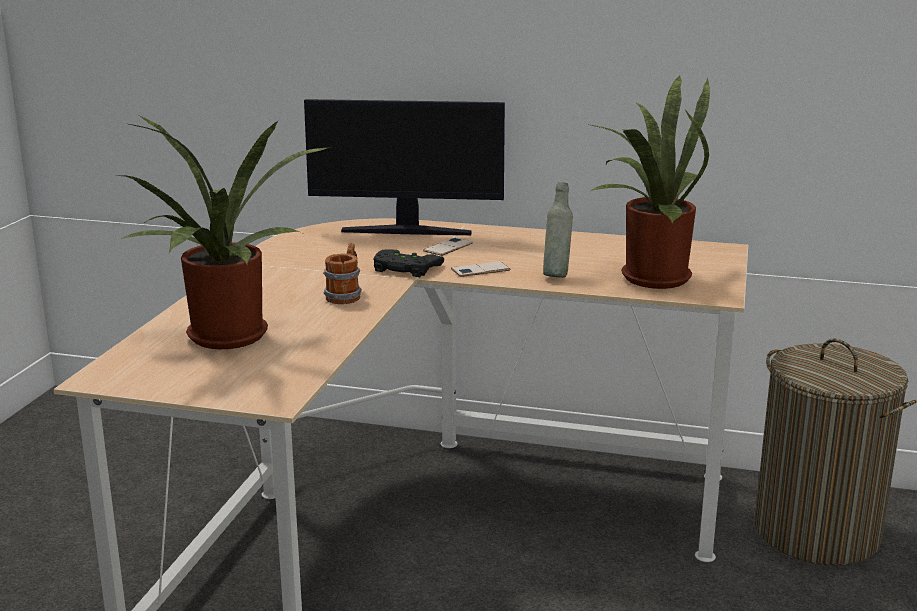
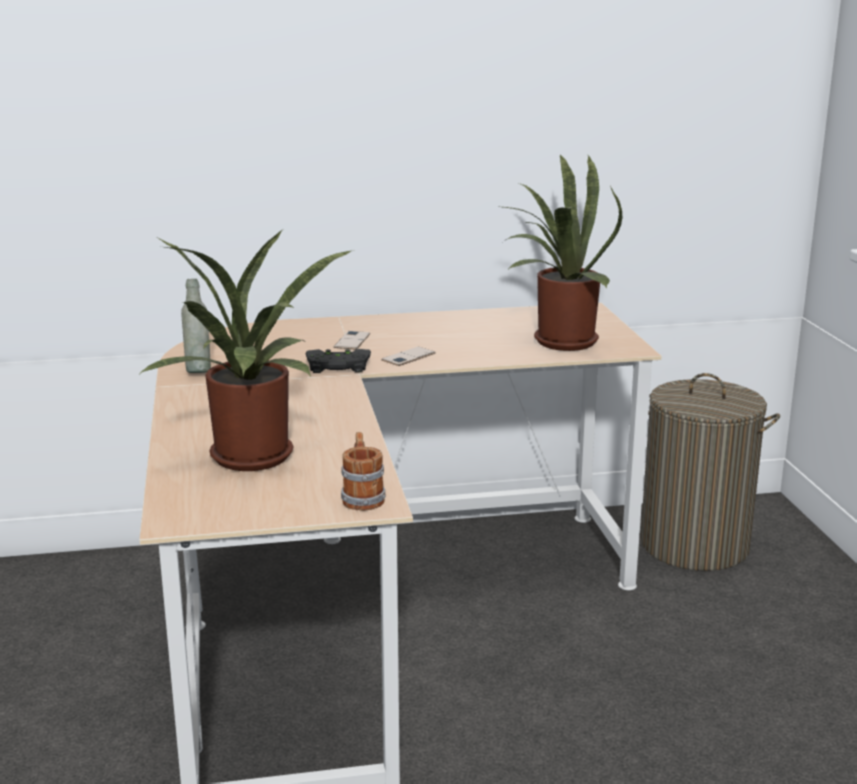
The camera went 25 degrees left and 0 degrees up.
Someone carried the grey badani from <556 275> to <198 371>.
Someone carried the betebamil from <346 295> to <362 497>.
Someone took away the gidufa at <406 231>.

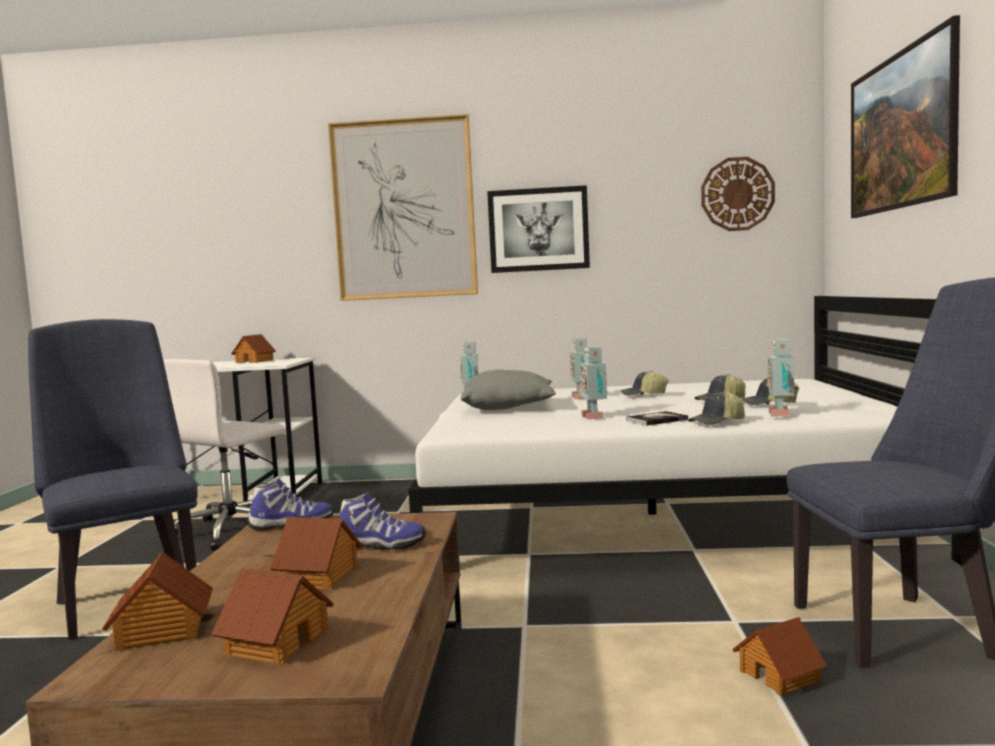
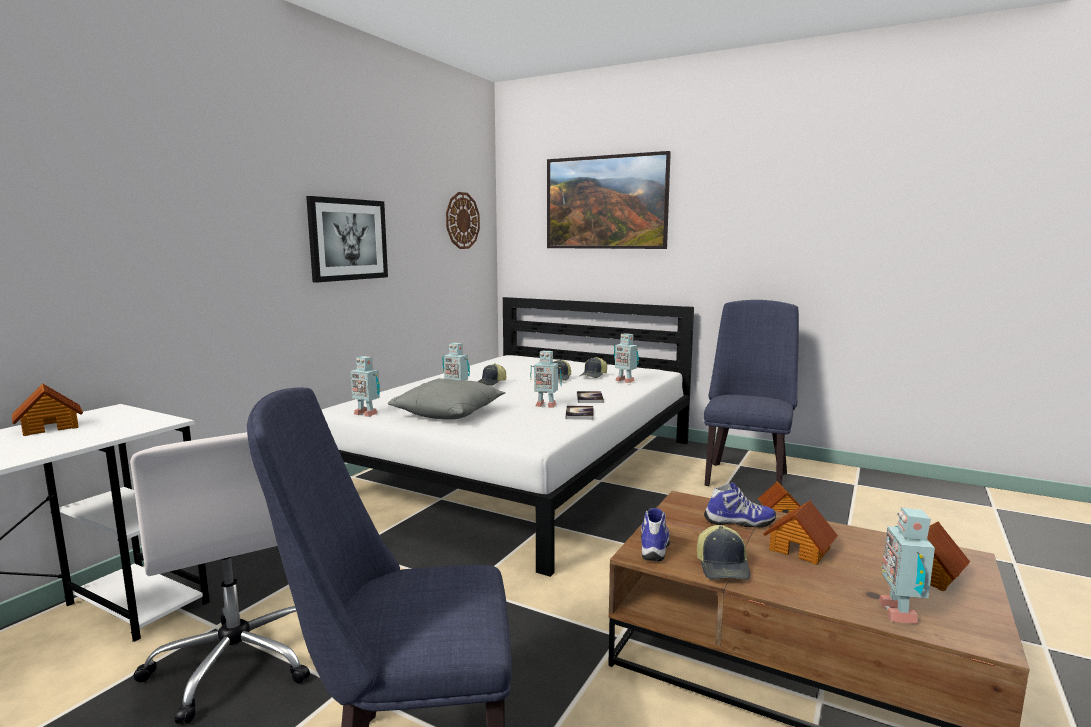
The camera went 65 degrees left and 5 degrees up.
Someone put down the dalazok at <579 414>.
Someone carried the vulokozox from <717 422> to <723 566>.
Someone rotated the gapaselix at <380 545> by 60 degrees clockwise.
Someone swapped the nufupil at <161 631> for the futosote at <901 612>.
Someone took away the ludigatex at <404 209>.

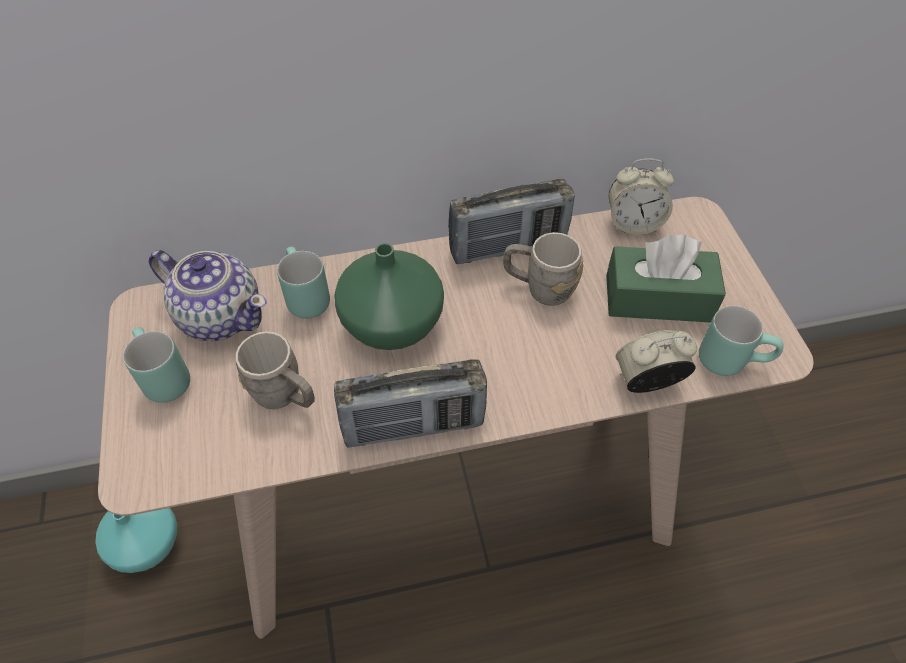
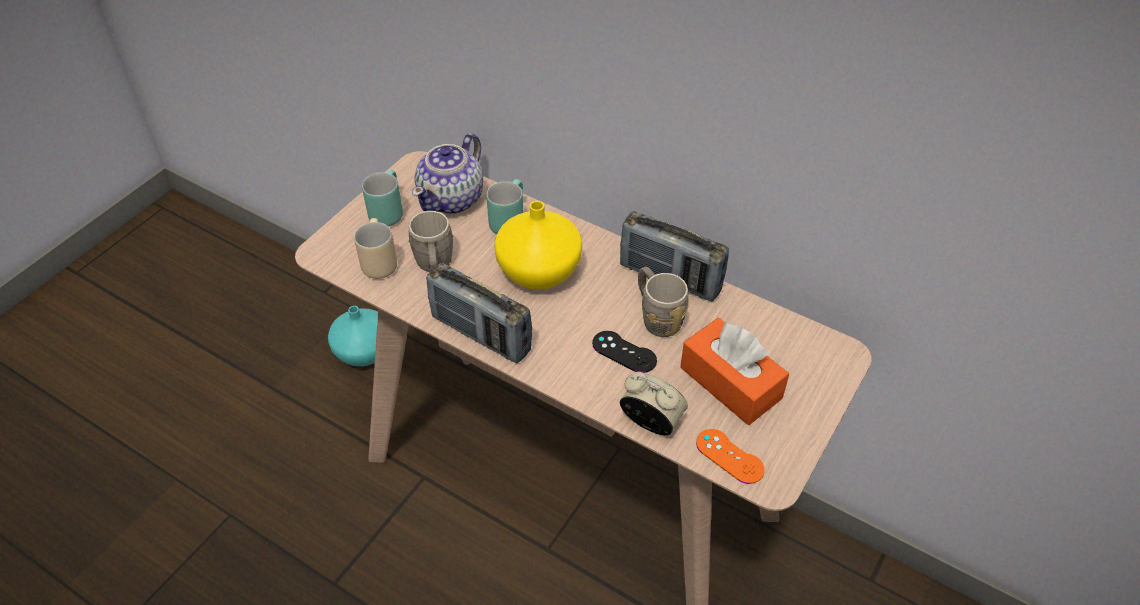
The camera went 45 degrees right and 5 degrees down.
Someone put down the beige betebamil at <376 261>.
Someone rotated the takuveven at <220 315> by 45 degrees clockwise.
Someone repainted the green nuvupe at <390 322>, which became the yellow nuvupe at <539 270>.
Someone put down the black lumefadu at <624 352>.
Someone repainted the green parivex at <658 298>, which became the orange parivex at <730 383>.
Someone swapped the turquoise betebamil at <732 359> for the orange lumefadu at <729 456>.
Someone took away the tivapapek at <633 224>.

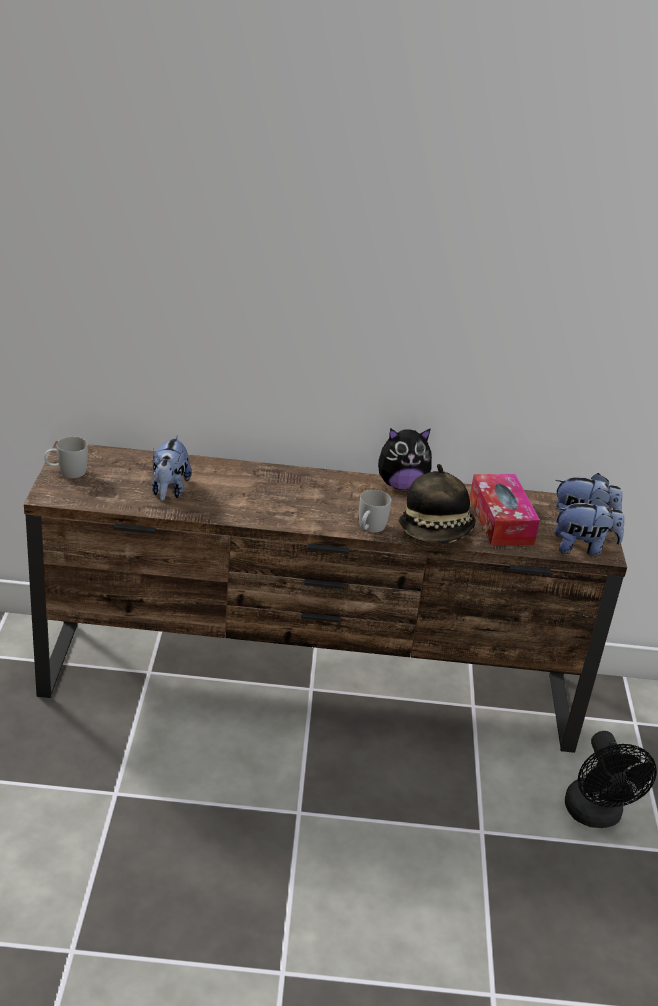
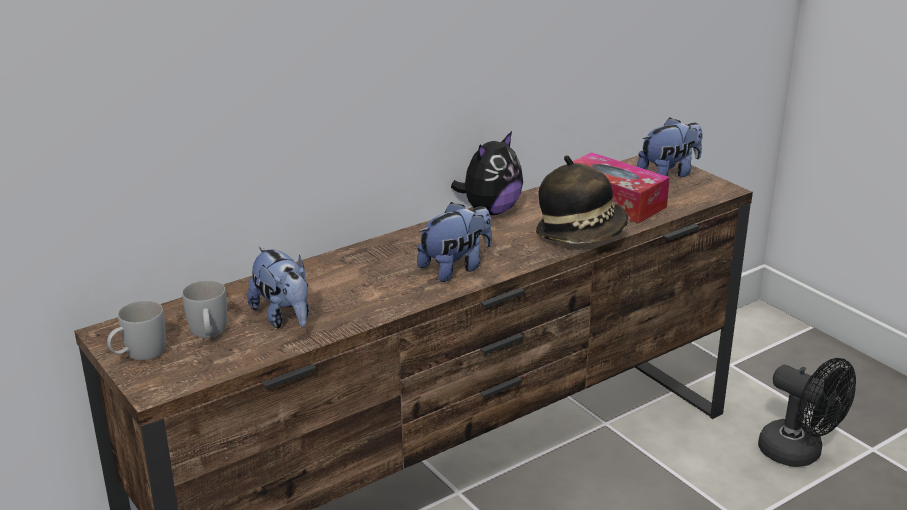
The camera went 35 degrees left and 5 degrees down.
Someone carried the white betebamil from <369 528> to <208 333>.
Someone carried the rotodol from <583 548> to <456 268>.

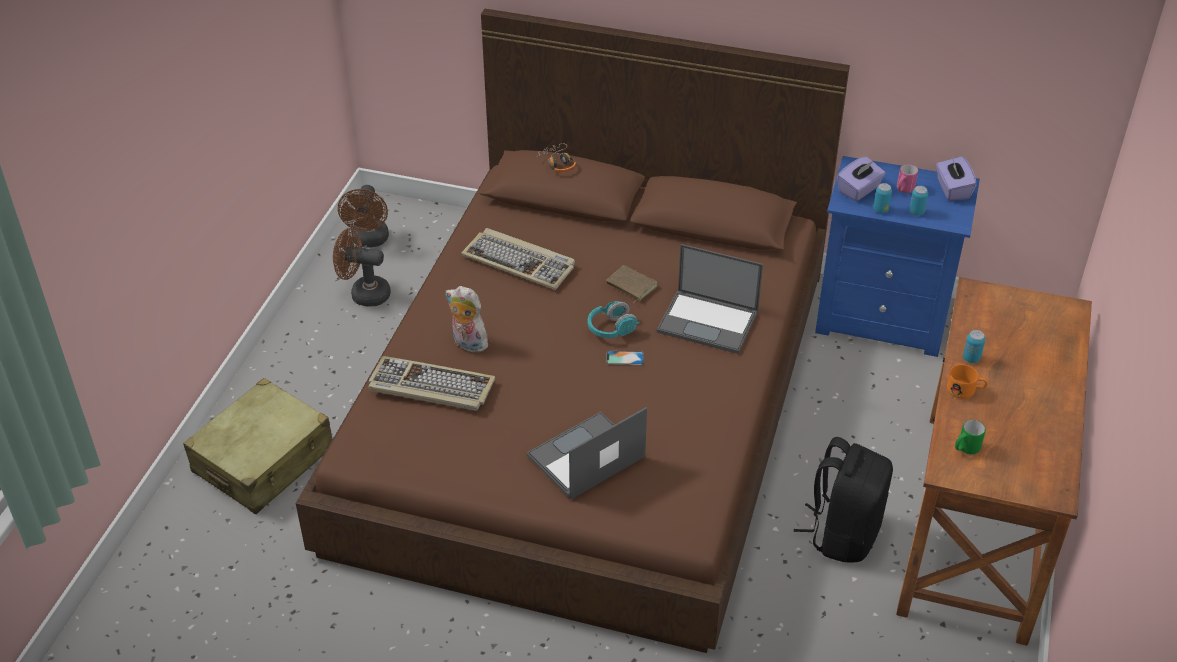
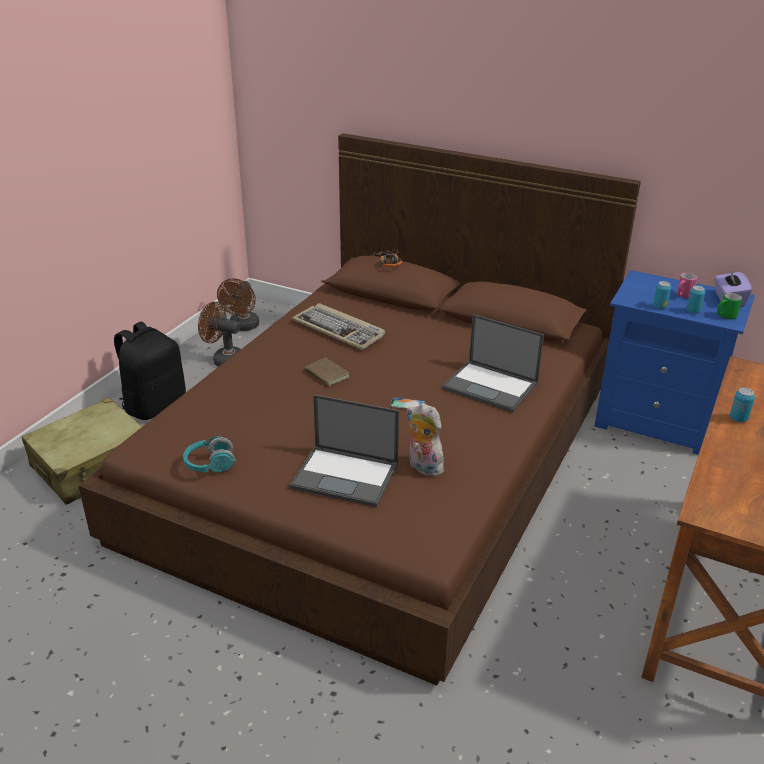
The camera went 10 degrees right and 10 degrees down.
Someone carried the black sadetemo from <843 533> to <154 405>.
Someone carried the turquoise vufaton from <611 329> to <210 465>.
Someone rotated the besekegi at <585 457> by 135 degrees counterclockwise.
Someone carried the brown dalazok from <630 286> to <325 375>.
Someone carried the rotodol from <467 343> to <422 467>.
Someone carried the green betebamil from <965 449> to <725 316>.
Someone took away the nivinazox at <430 387>.
Someone took away the purple parivex at <859 190>.
Someone took away the orange betebamil at <965 390>.

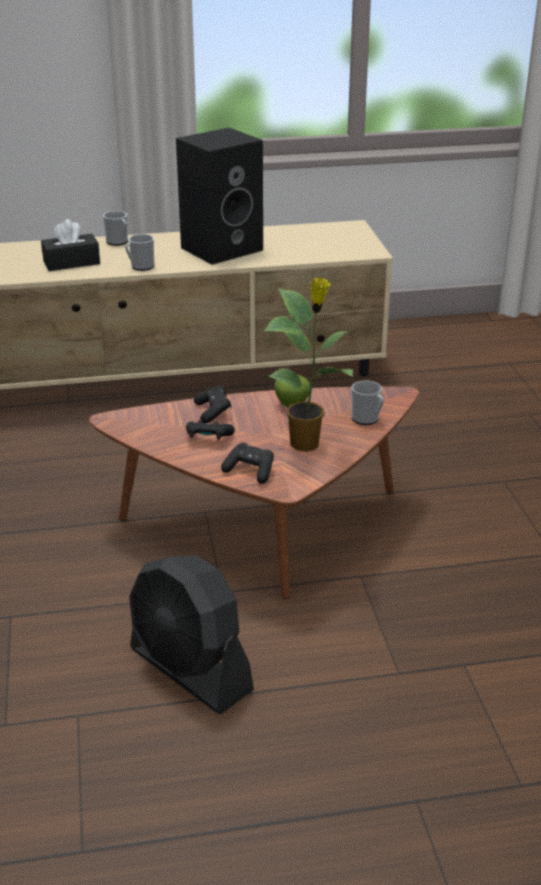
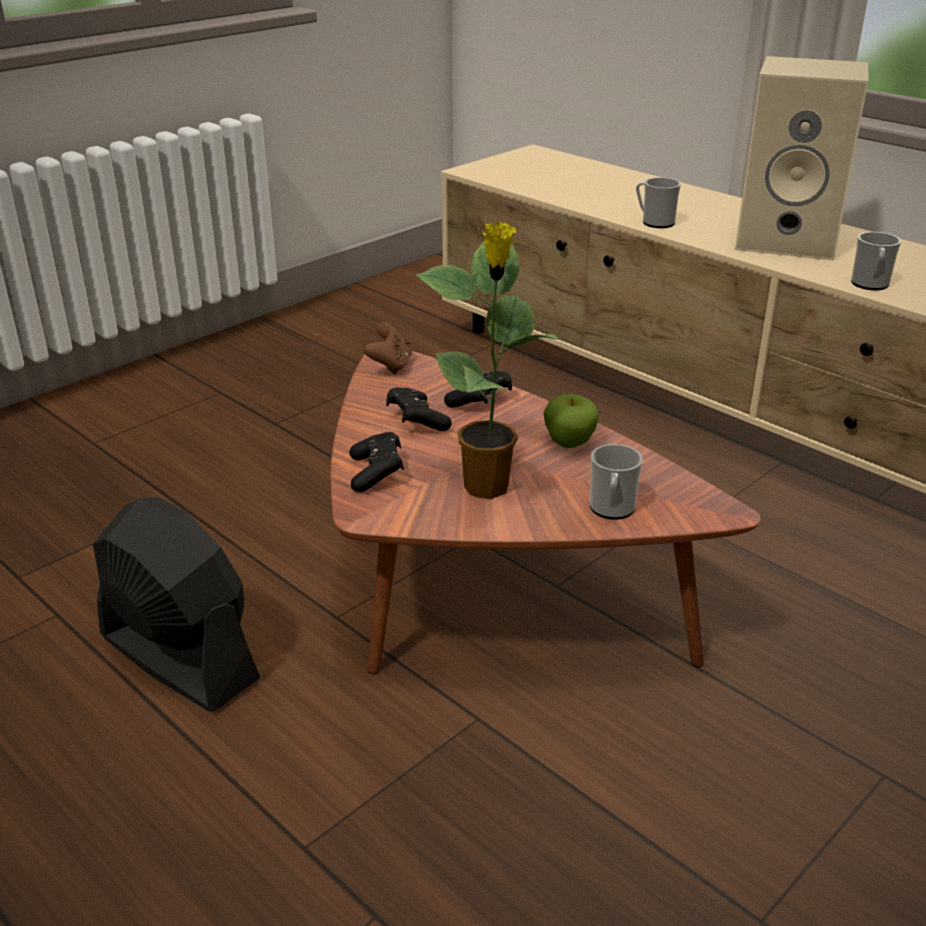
The camera went 55 degrees right and 0 degrees up.
Someone rotated the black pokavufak at <190 670> by 120 degrees clockwise.
Someone put down the brown lumefadu at <390 366>.
Someone repainted the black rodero at <222 248>, which became the beige rodero at <789 240>.
Someone carried the betebamil from <118 242> to <870 285>.
Someone took away the black parivex at <71 262>.

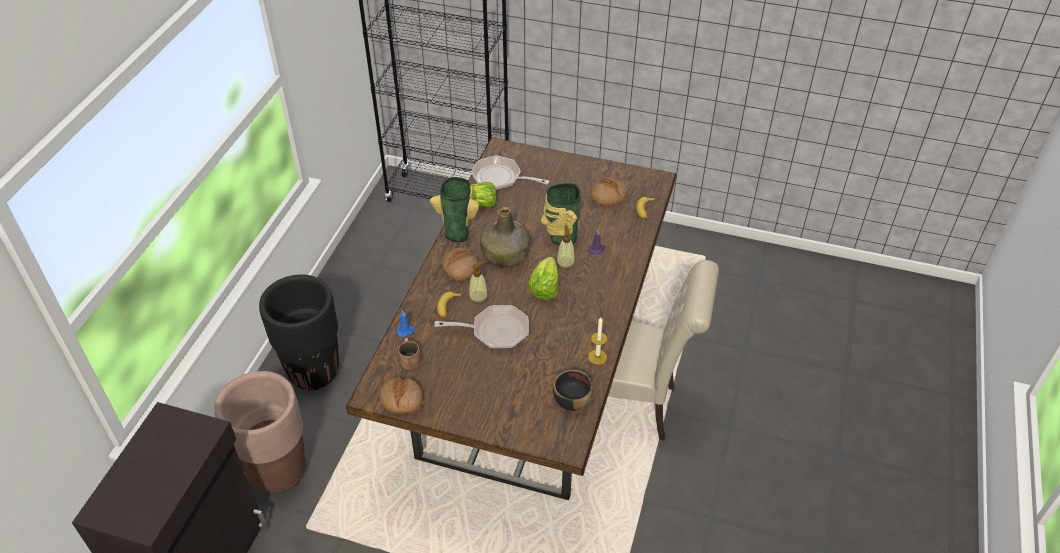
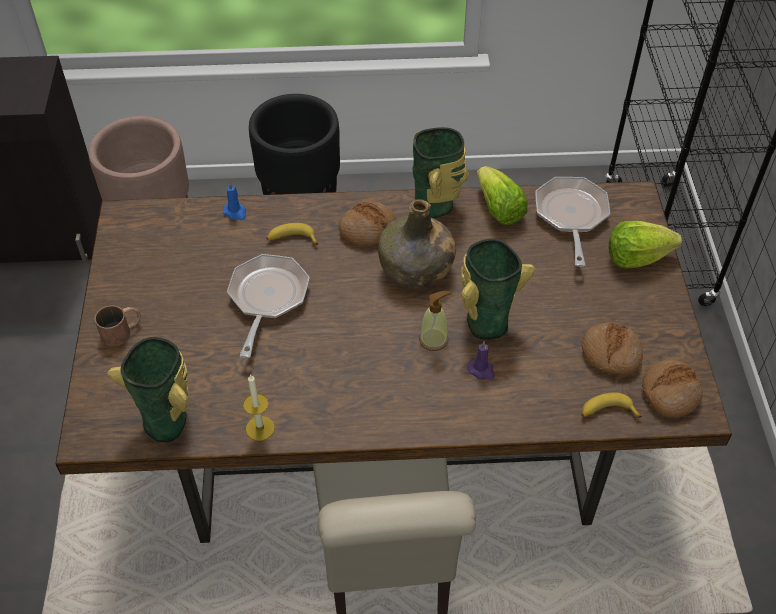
The camera went 70 degrees right and 5 degrees up.
Someone carried the brown betebamil from <409 357> to <122 331>.
Someone swapped the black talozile at <572 401> for the nuvupe at <168 419>.
Someone rotated the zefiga at <495 331> by 150 degrees counterclockwise.
Someone carried the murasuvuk from <544 288> to <636 257>.
Someone carried the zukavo from <401 400> to <669 393>.
Someone took away the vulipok at <478 296>.

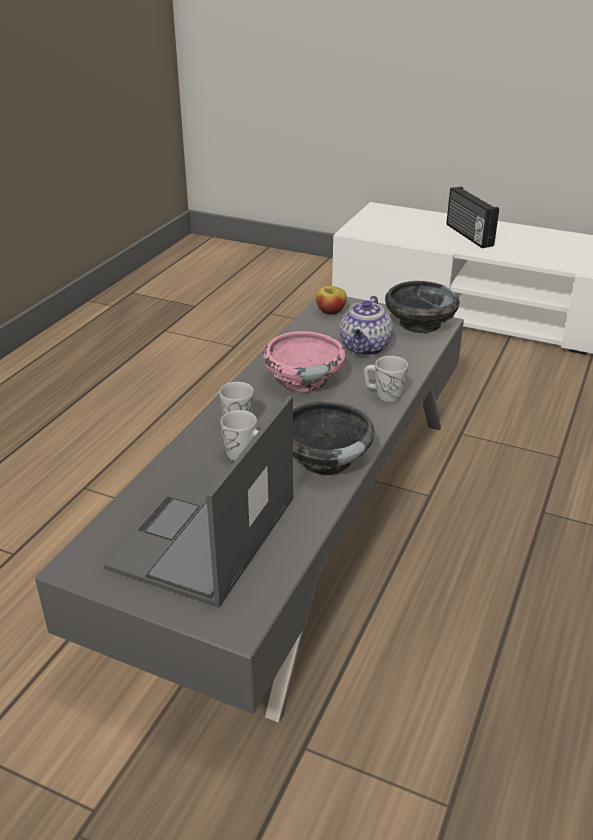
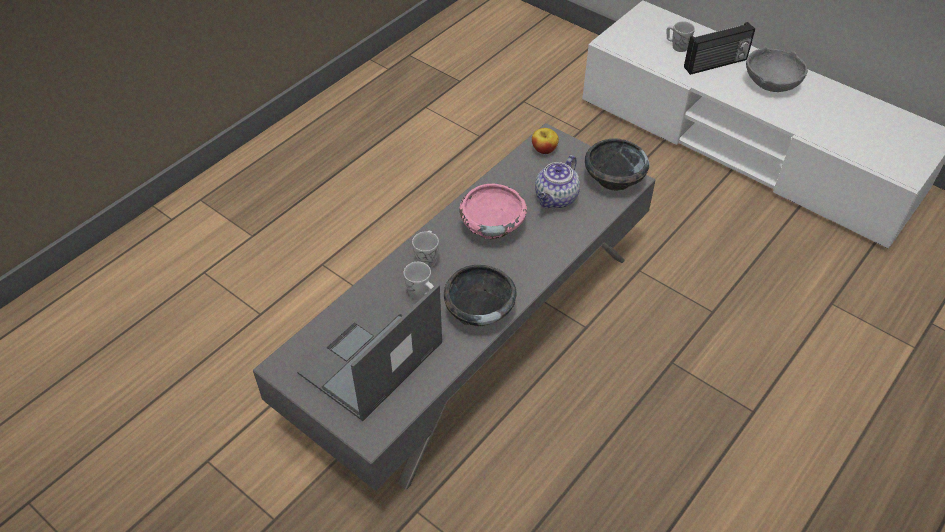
The camera went 15 degrees right and 15 degrees up.
Someone carried the white betebamil from <383 395> to <676 46>.
Someone rotated the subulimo at <468 235> by 105 degrees counterclockwise.
Someone put down the grey talozile at <772 83>.

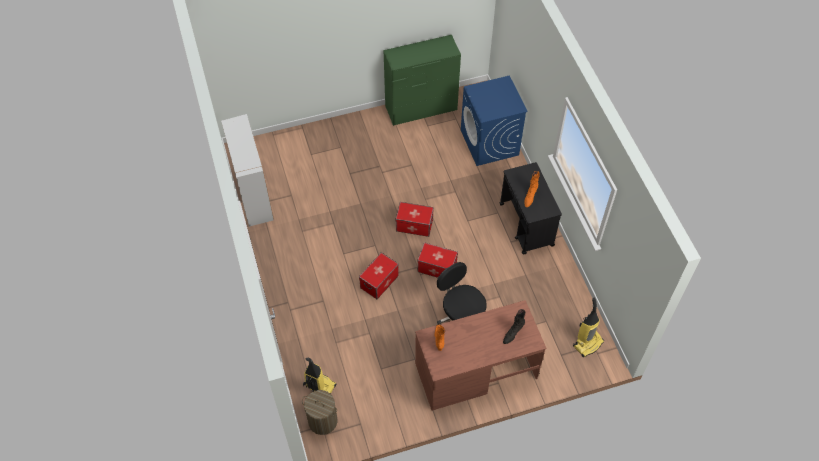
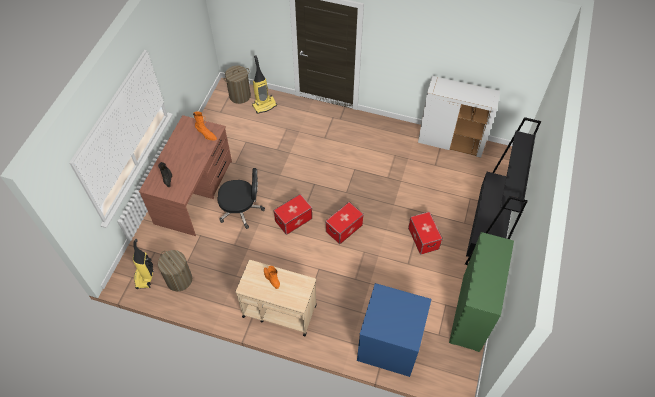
The camera went 125 degrees right and 0 degrees up.
Someone put down the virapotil at <179 279>.
Someone repainted the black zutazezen at <526 225>, which became the beige zutazezen at <279 310>.
Someone carried the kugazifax from <379 282> to <423 238>.
Someone put down the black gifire at <486 231>.

